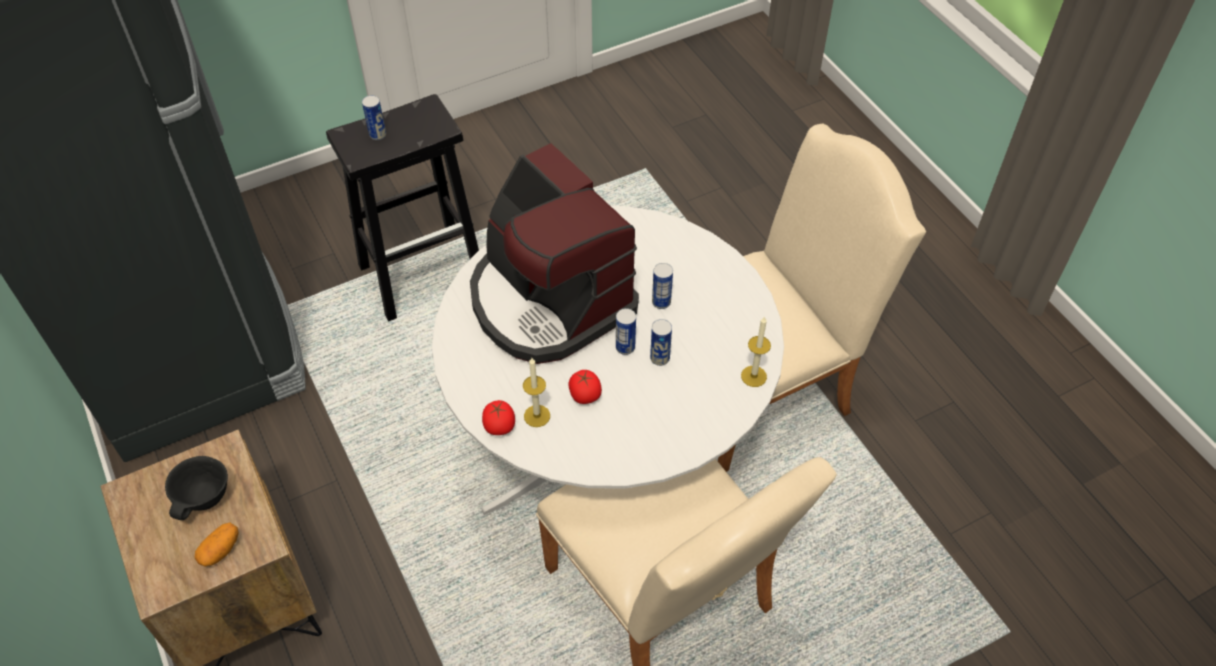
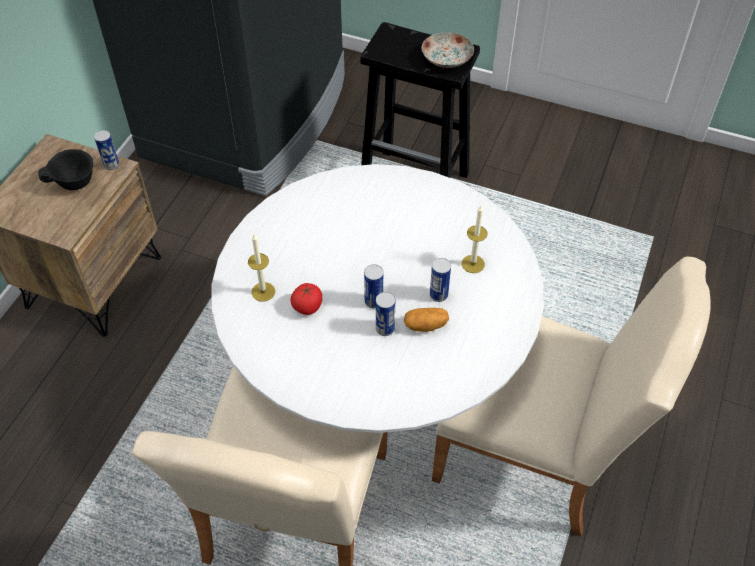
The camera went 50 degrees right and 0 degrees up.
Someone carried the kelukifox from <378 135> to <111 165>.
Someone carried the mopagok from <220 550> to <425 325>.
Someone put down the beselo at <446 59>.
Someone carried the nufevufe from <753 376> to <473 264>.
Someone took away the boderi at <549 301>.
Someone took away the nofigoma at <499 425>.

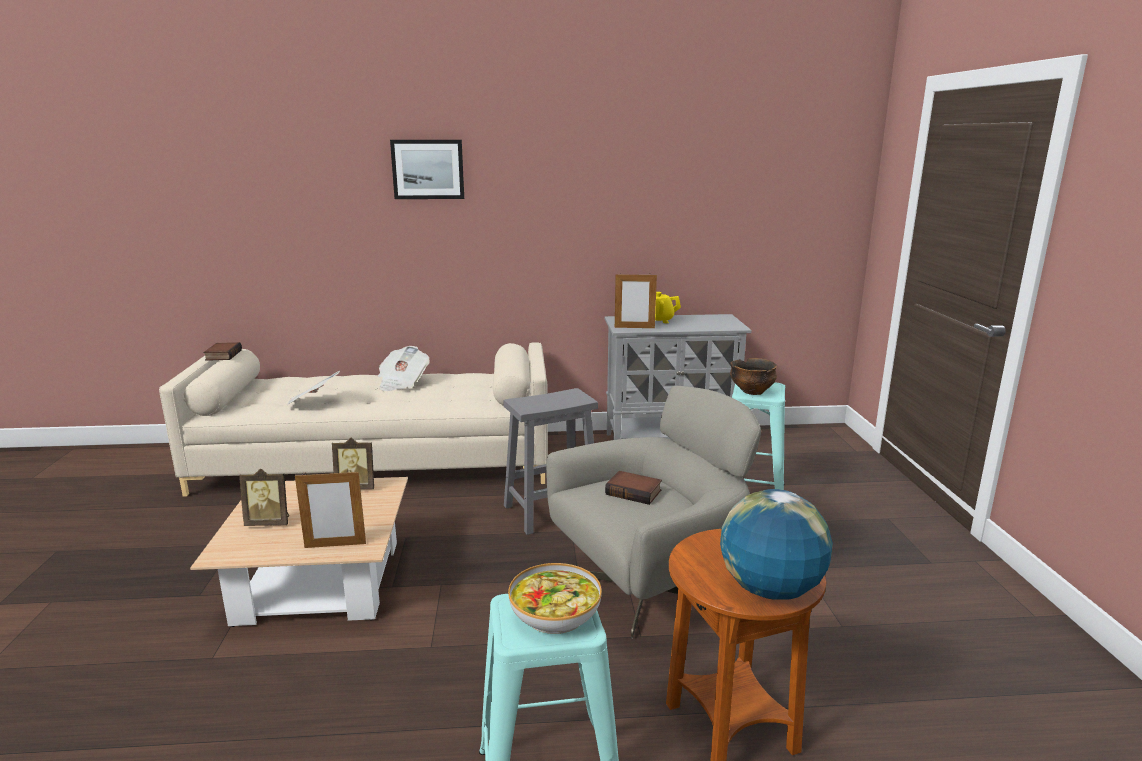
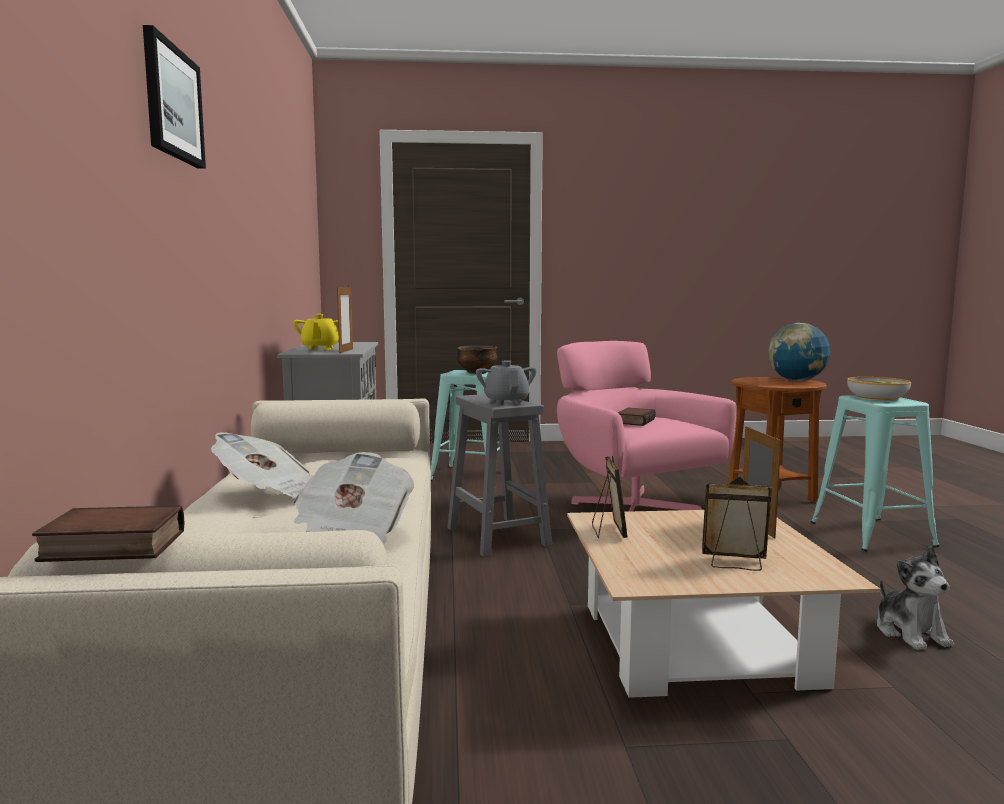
The camera went 90 degrees left and 10 degrees down.
Someone put down the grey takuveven at <506 402>.
Someone repainted the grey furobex at <651 588>, which became the pink furobex at <631 507>.
Someone rotated the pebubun at <269 522> by 75 degrees counterclockwise.
Someone put down the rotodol at <911 633>.

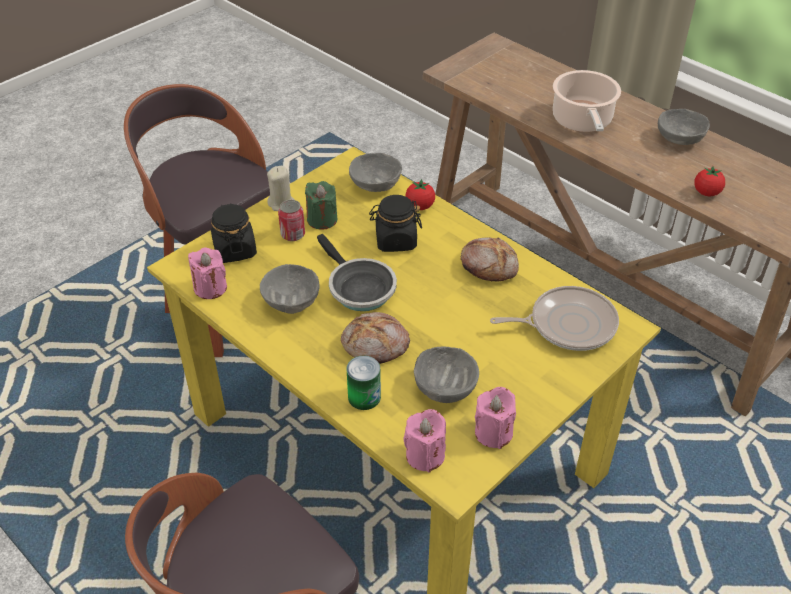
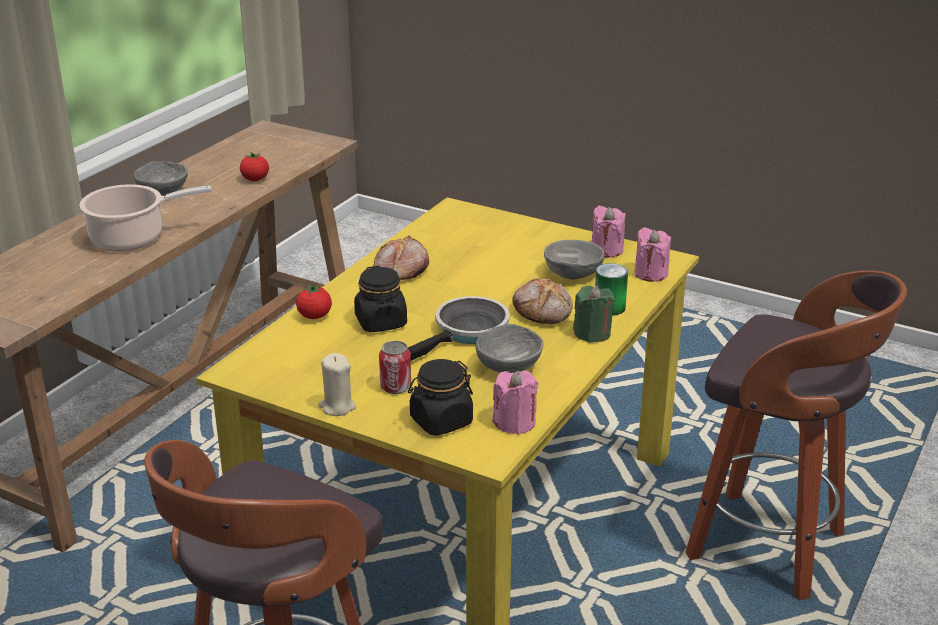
The camera went 105 degrees left and 15 degrees down.
Someone carried the green nufevufe from <322 219> to <592 333>.
Someone took away the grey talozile at <375 185>.
Someone took away the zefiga at <567 324>.

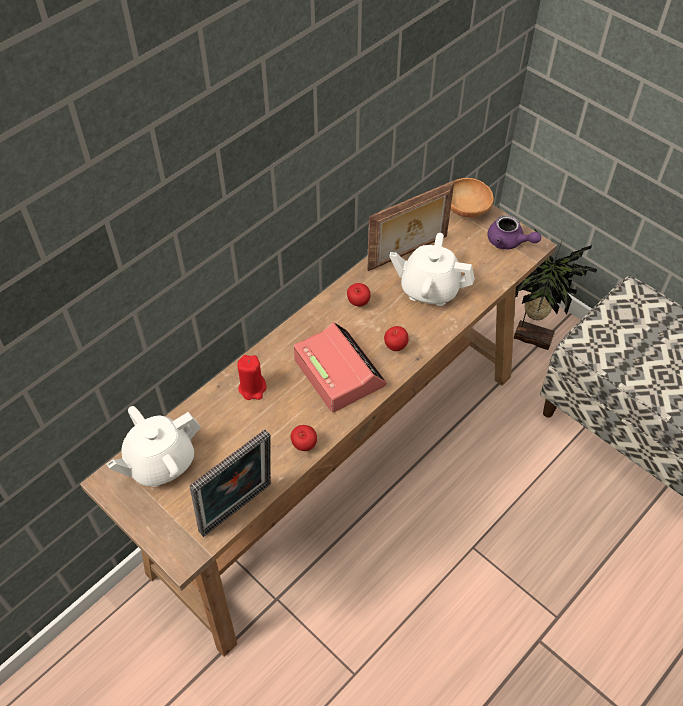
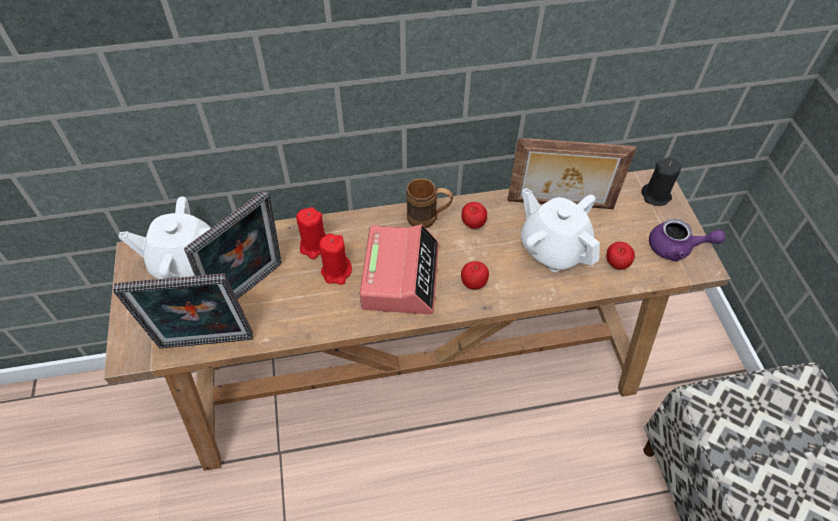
The camera went 35 degrees right and 0 degrees up.
Someone put down the pebubun at <250 291>.
Someone put down the red nufevufe at <336 272>.
Someone put down the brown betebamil at <428 219>.
Someone carried the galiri from <304 445> to <616 265>.
Someone swapped the brown talozile at <467 210> for the black nufevufe at <656 196>.
Someone rotated the purple takuveven at <509 242> by 60 degrees counterclockwise.
Someone took away the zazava at <533 335>.

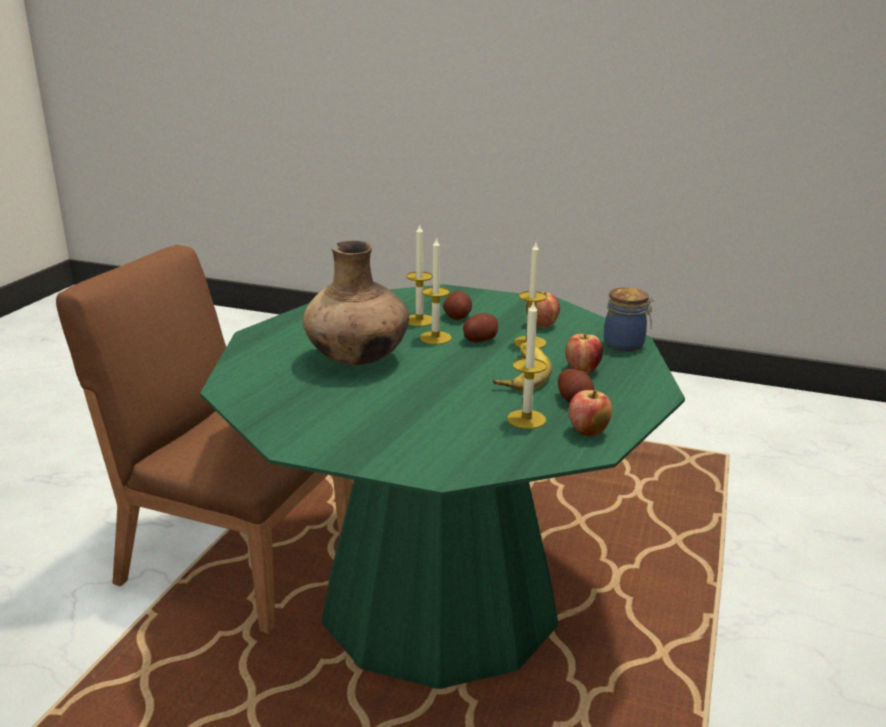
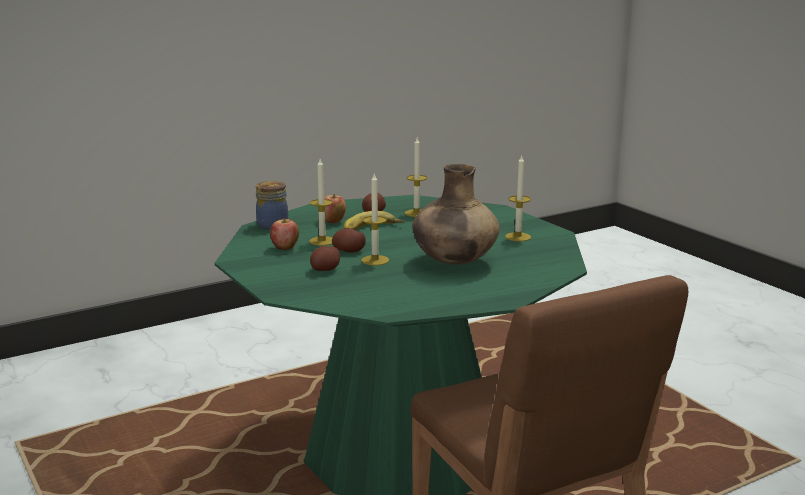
The camera went 140 degrees left and 5 degrees down.
Someone carried the nufevufe from <419 320> to <518 237>.
Someone took away the galiri at <588 432>.

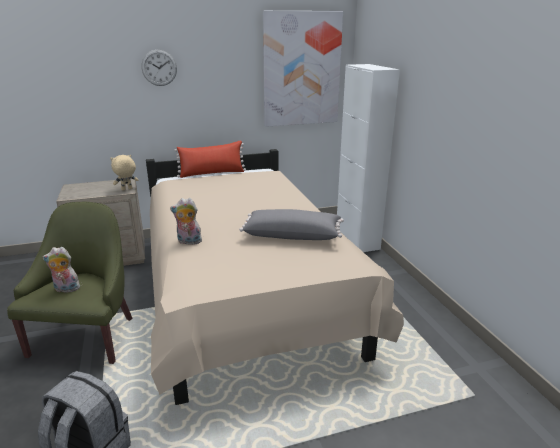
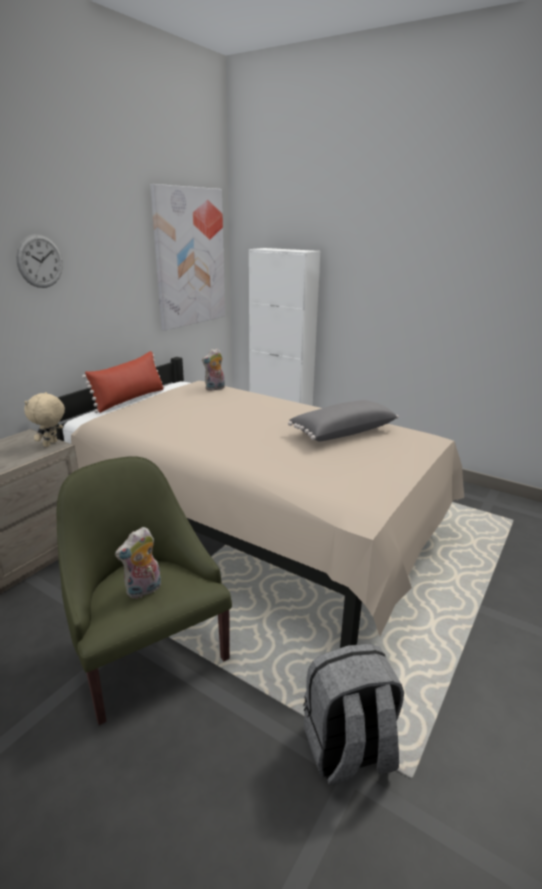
The camera went 40 degrees left and 0 degrees up.
Someone carried the rotodol from <188 242> to <215 388>.

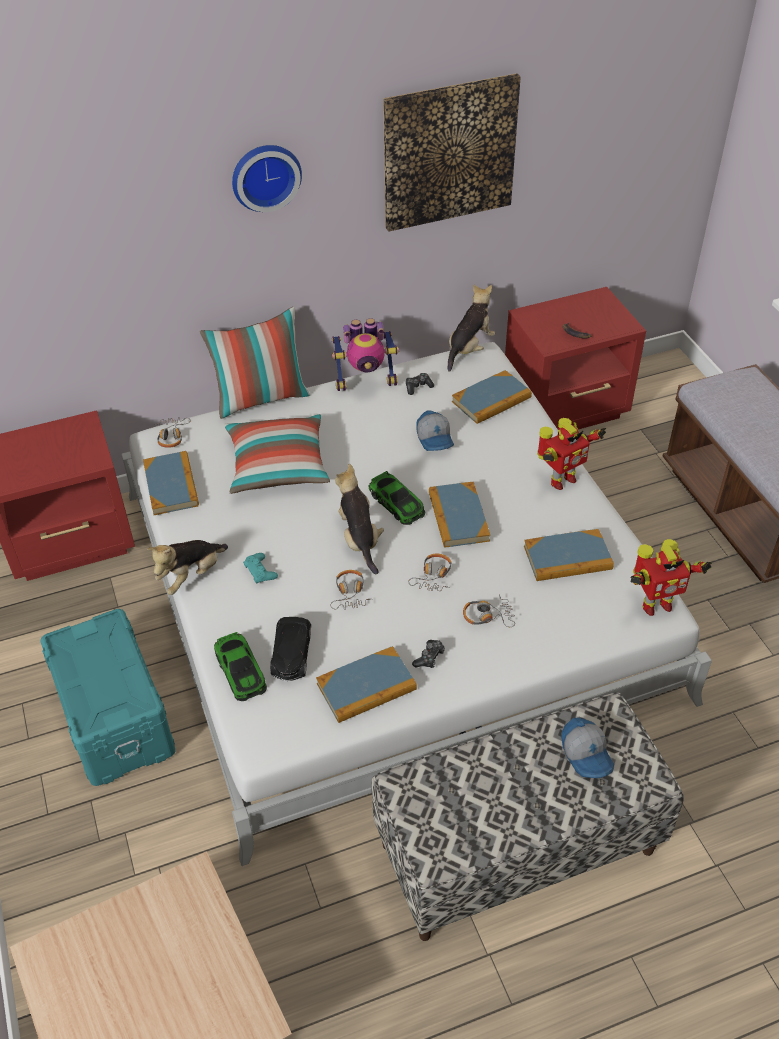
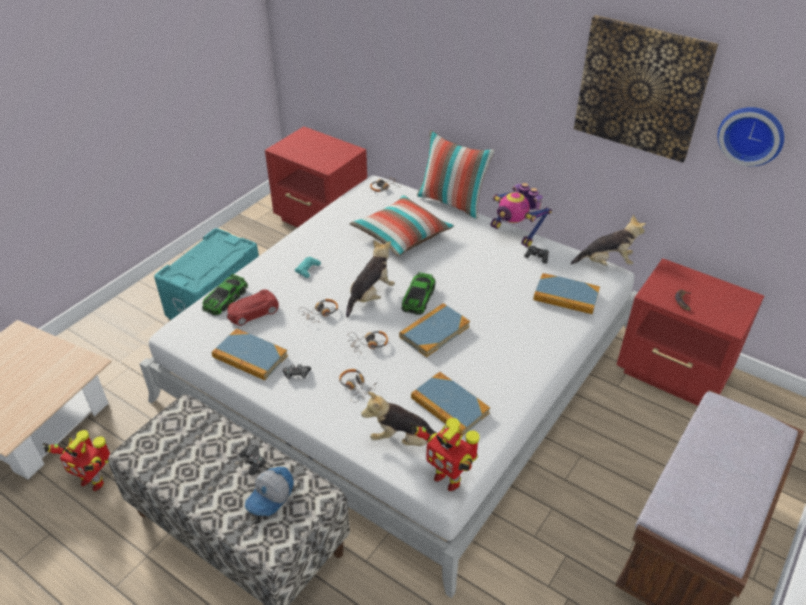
The camera went 55 degrees right and 5 degrees down.
Someone carried the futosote from <560 480> to <93 481>.
Someone repainted the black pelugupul at <291 654>, which became the red pelugupul at <253 312>.
Someone put down the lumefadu at <253 461>.
Someone carried the rotodol from <191 576> to <404 440>.
Someone carried the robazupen from <265 176> to <751 134>.
Someone took away the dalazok at <171 485>.
Someone took away the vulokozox at <435 438>.

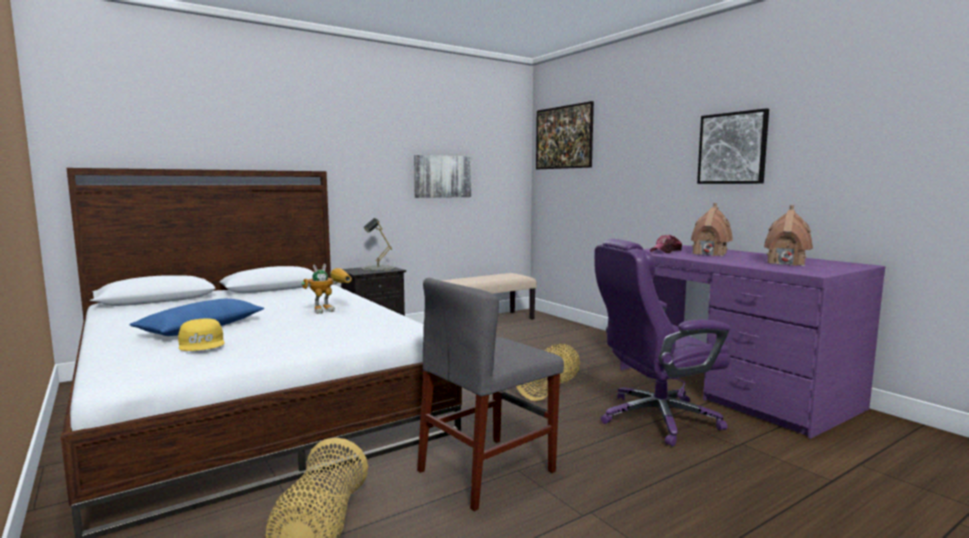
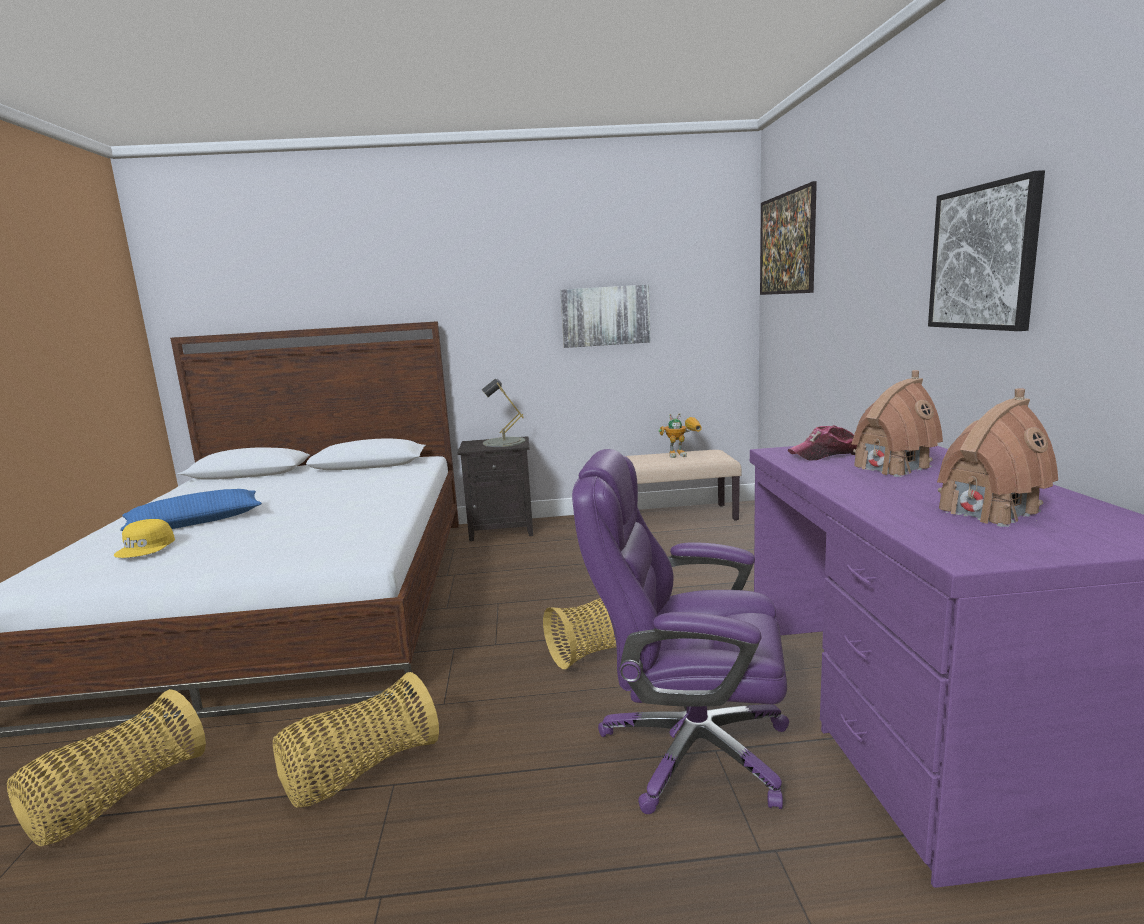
The camera went 30 degrees right and 5 degrees up.
Someone swapped the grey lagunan at <487 471> for the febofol at <359 772>.
Someone carried the futosote from <330 309> to <683 454>.

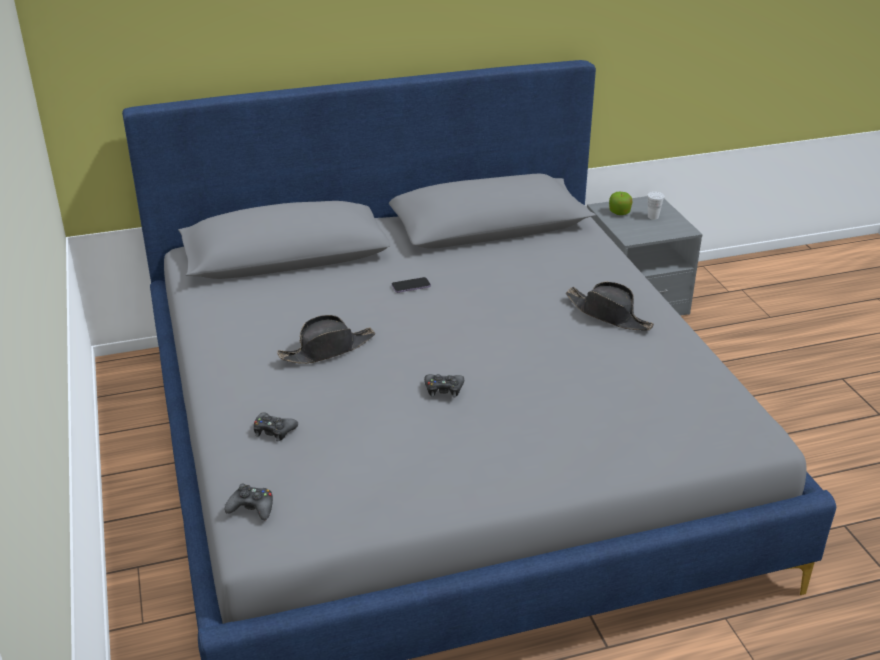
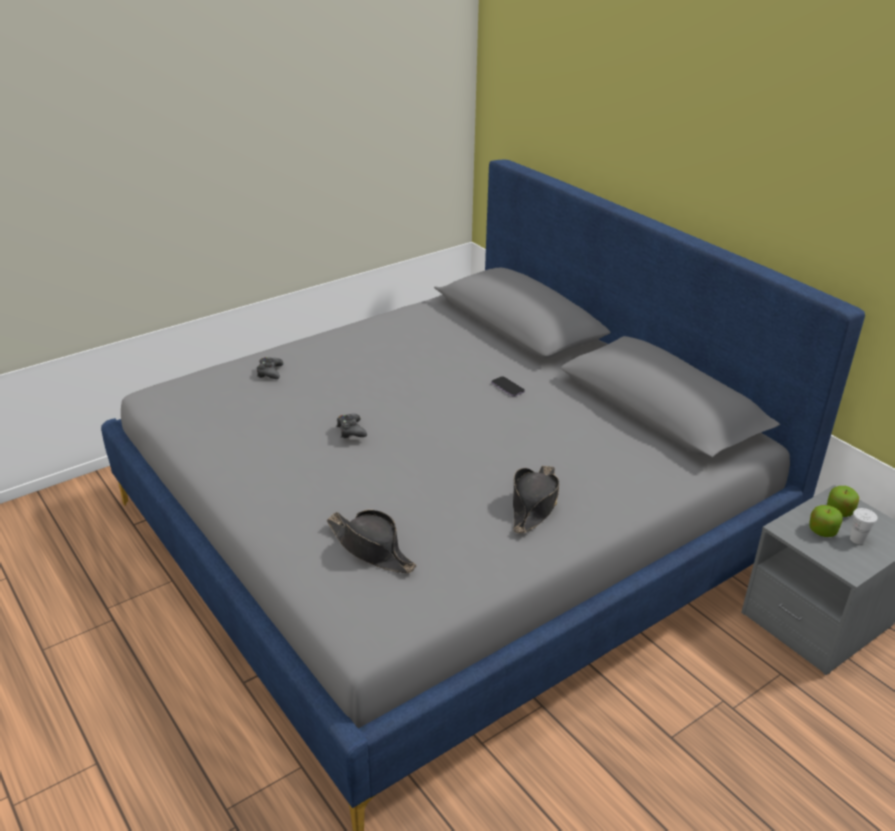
The camera went 70 degrees right and 0 degrees up.
Someone carried the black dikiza from <327 349> to <371 549>.
Someone put down the galiri at <822 531>.
Someone took away the black lumefadu at <252 508>.

